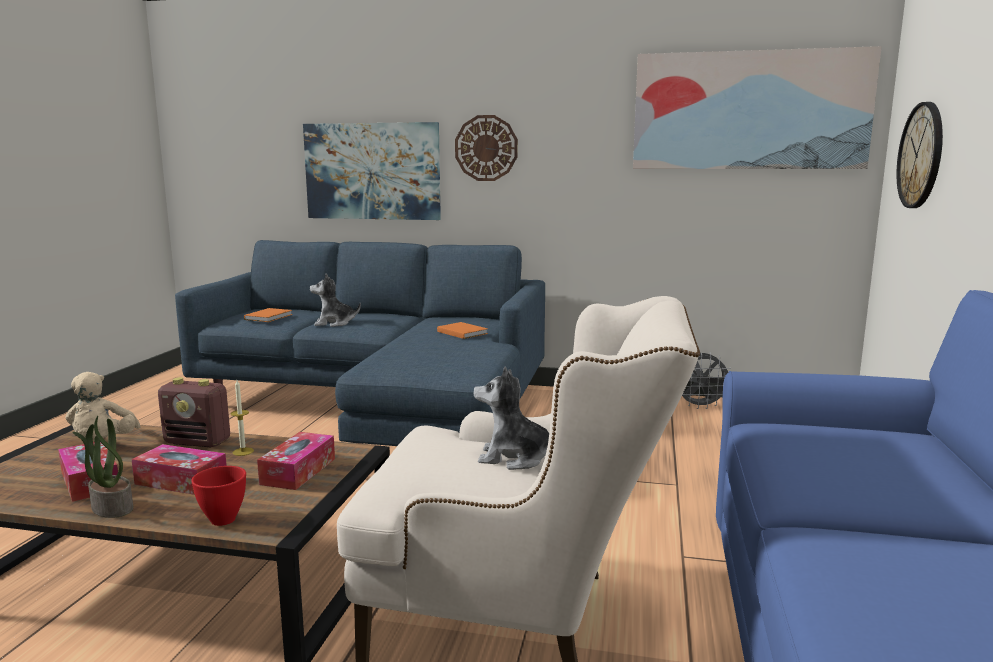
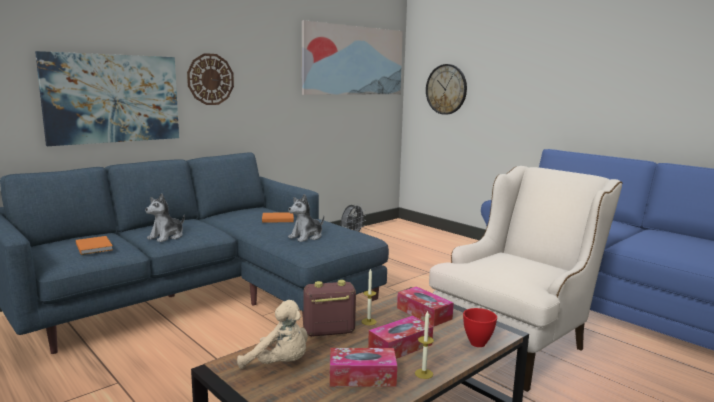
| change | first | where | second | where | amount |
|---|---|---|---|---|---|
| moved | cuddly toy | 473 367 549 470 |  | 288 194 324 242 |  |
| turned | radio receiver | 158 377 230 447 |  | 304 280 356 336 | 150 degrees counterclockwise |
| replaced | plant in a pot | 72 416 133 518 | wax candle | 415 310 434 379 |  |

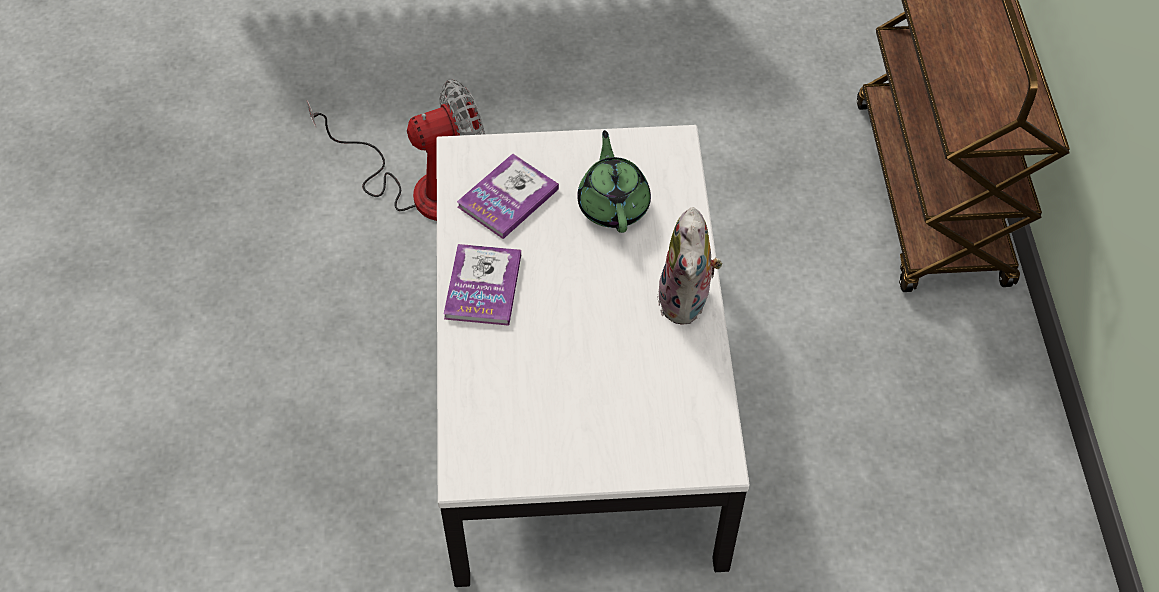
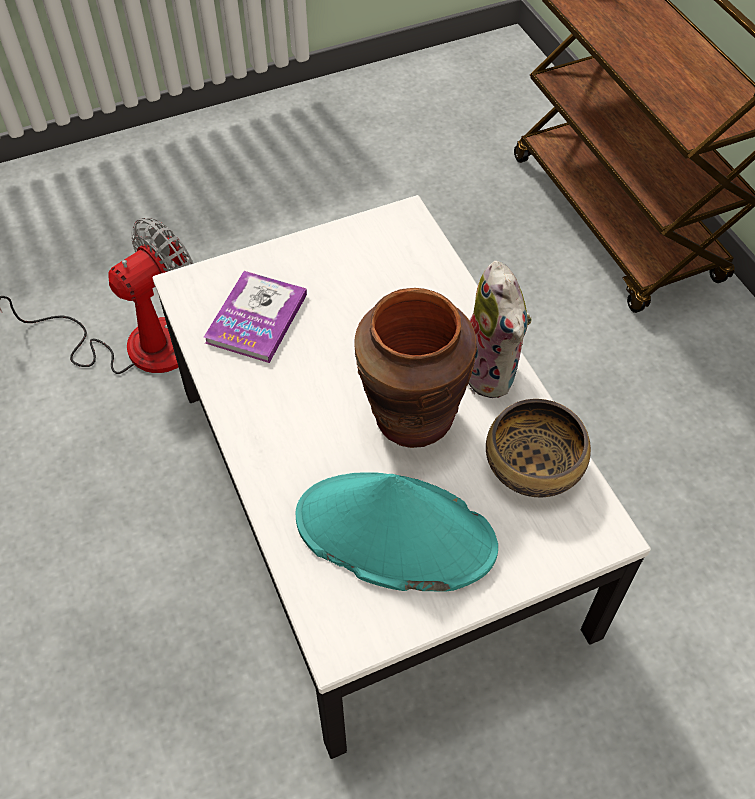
| change | first | where | second | where | amount |
|---|---|---|---|---|---|
| removed | green pot for tea | 577 130 651 233 |  |  |  |
| removed | bound book | 444 244 521 326 |  |  |  |
| added |  |  | brownish decorative vase | 355 288 477 448 |  |
| added |  |  | bowl | 486 399 591 497 |  |
| added |  |  | turquoise clothing hat | 296 472 498 592 |  |

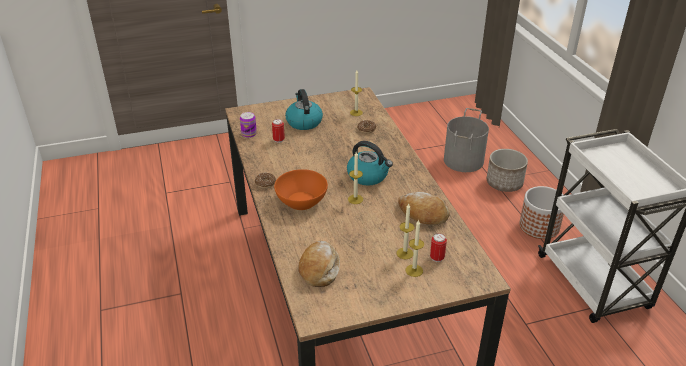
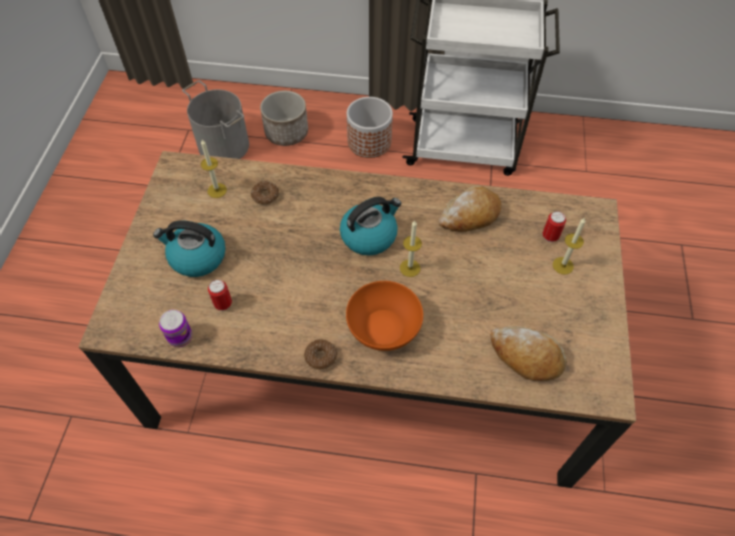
| change | first | where | second | where | amount |
|---|---|---|---|---|---|
| removed | wax candle | 397 204 414 259 |  |  |  |

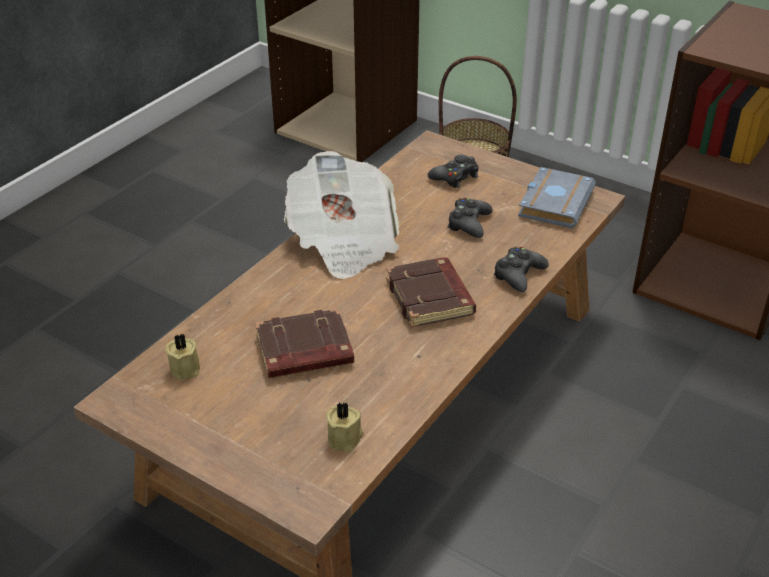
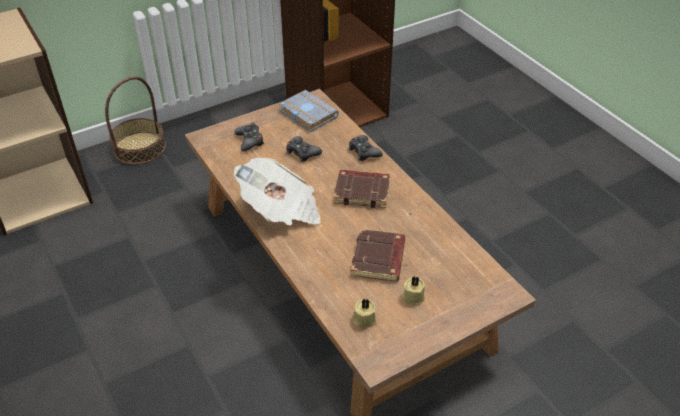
| change | first | where | second | where | amount |
|---|---|---|---|---|---|
| moved | beige-coloured wax candle | 326 401 364 452 |  | 402 276 425 306 |  |

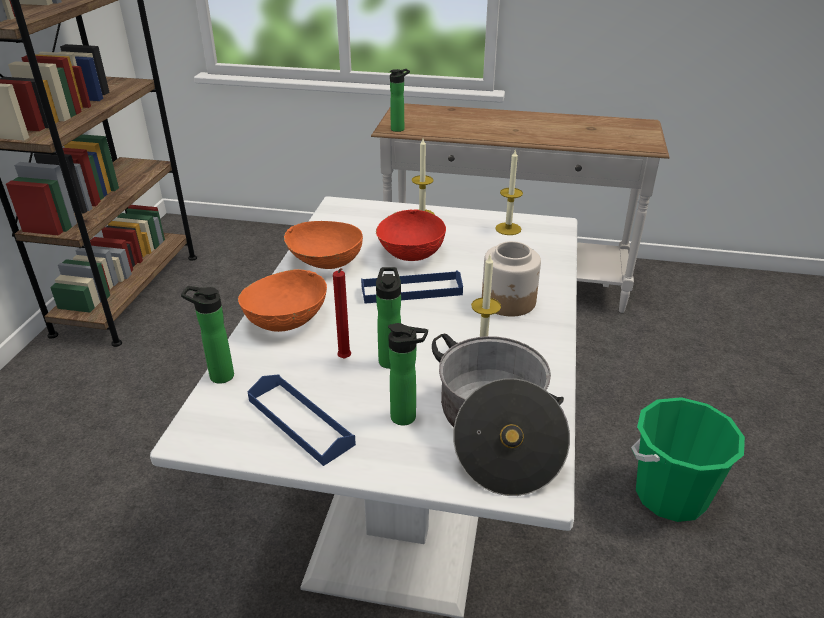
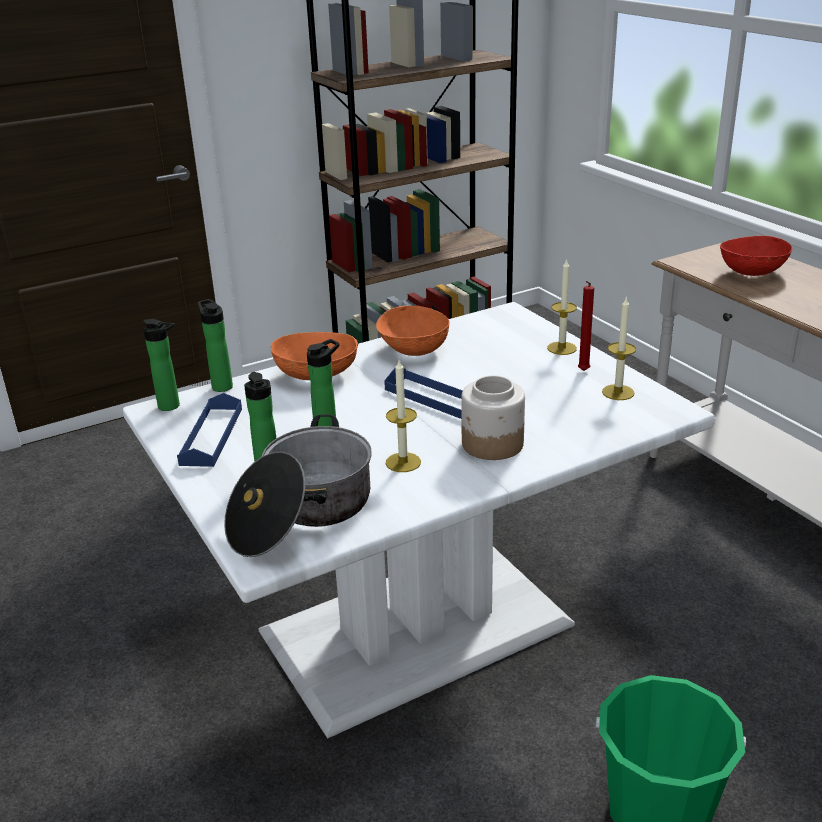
| change | first | where | second | where | amount |
|---|---|---|---|---|---|
| moved | drink bottle | 390 69 410 132 |  | 144 319 180 411 |  |
| moved | red-coloured bowl | 376 210 446 261 |  | 720 235 792 276 |  |
| moved | red-coloured wax candle | 333 268 351 359 |  | 578 281 594 371 |  |

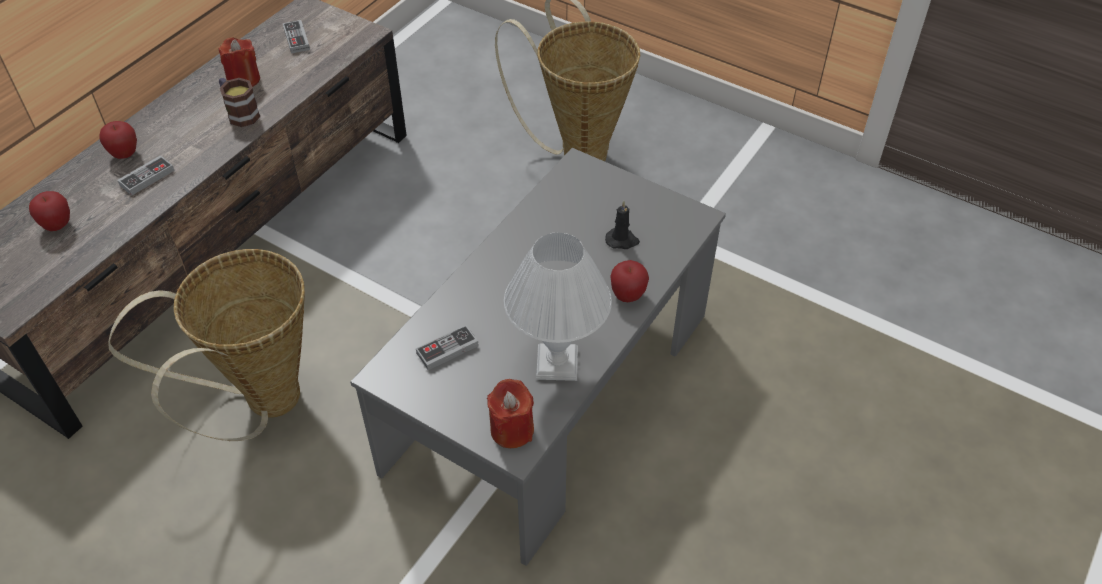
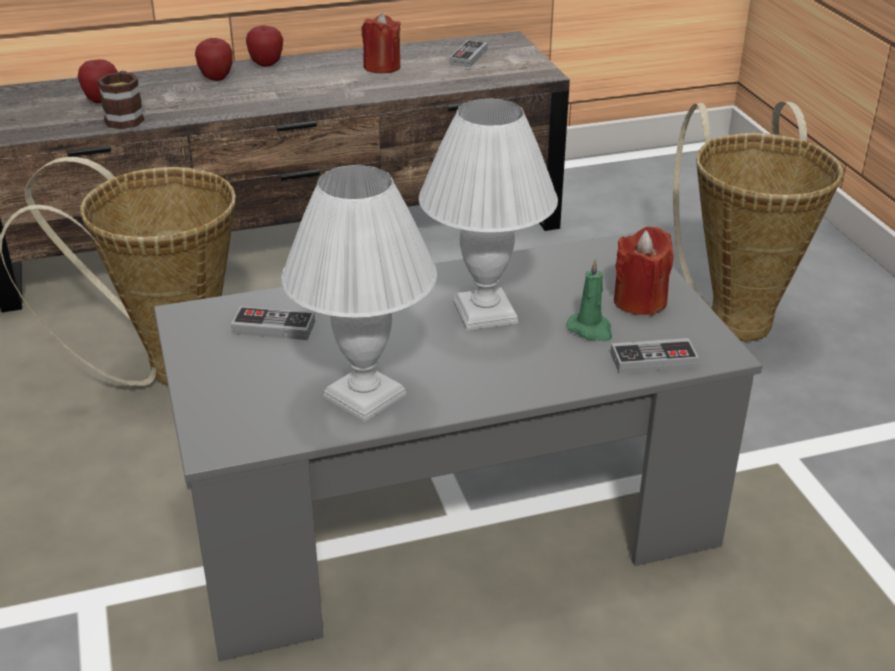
| change | first | where | second | where | amount |
|---|---|---|---|---|---|
| moved | tea mug | 219 78 260 127 |  | 97 71 144 129 |  |
| moved | game controller | 117 155 175 196 |  | 610 338 699 373 |  |
| recoloured | black-coloured wax candle | 605 201 640 249 | green wax candle | 566 258 612 341 |  |
| moved | apple | 610 260 649 302 |  | 246 26 283 66 |  |
| moved | red-coloured wax candle | 487 379 534 448 |  | 614 227 674 316 |  |
| added |  |  | white table lamp | 419 99 558 330 |  |

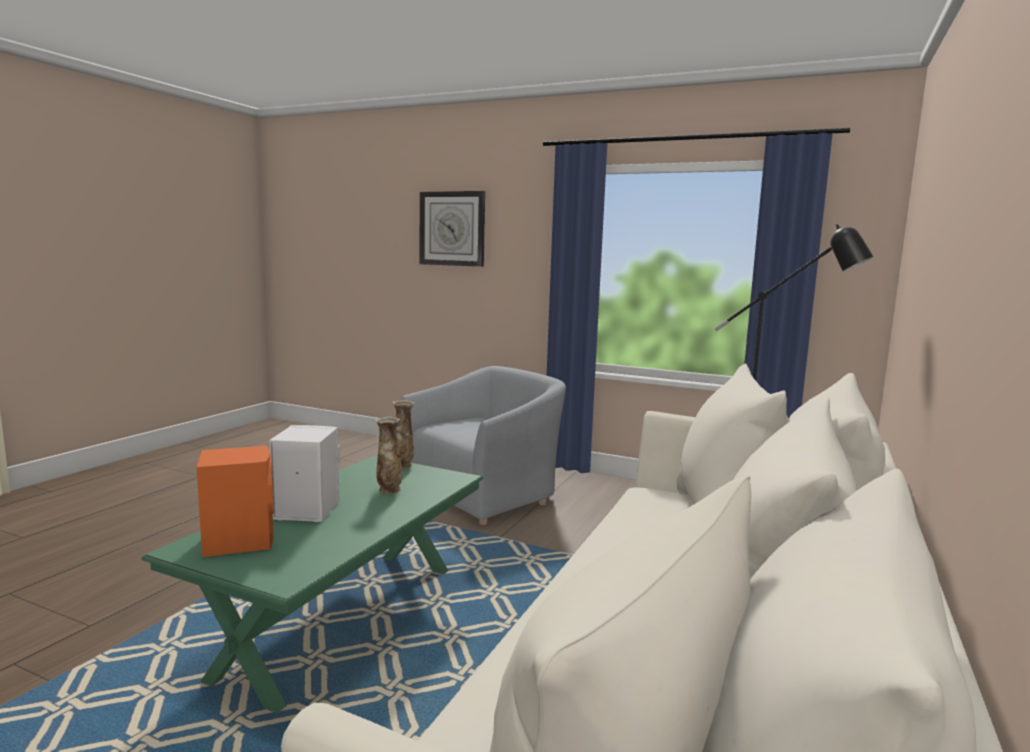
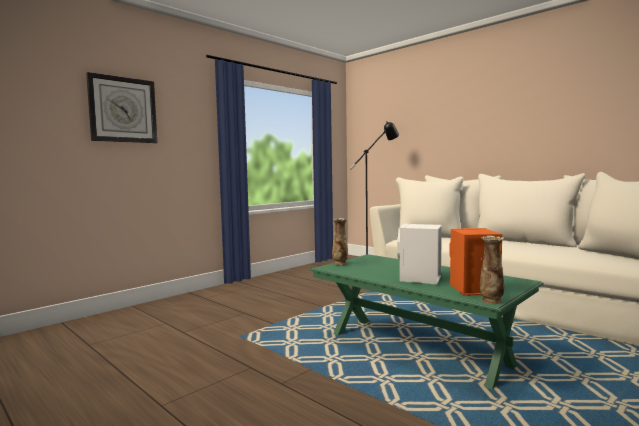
| change | first | where | second | where | amount |
|---|---|---|---|---|---|
| removed | grey easy chair | 402 366 566 525 |  |  |  |
| moved | decorative vase | 375 416 402 494 |  | 480 236 504 304 |  |

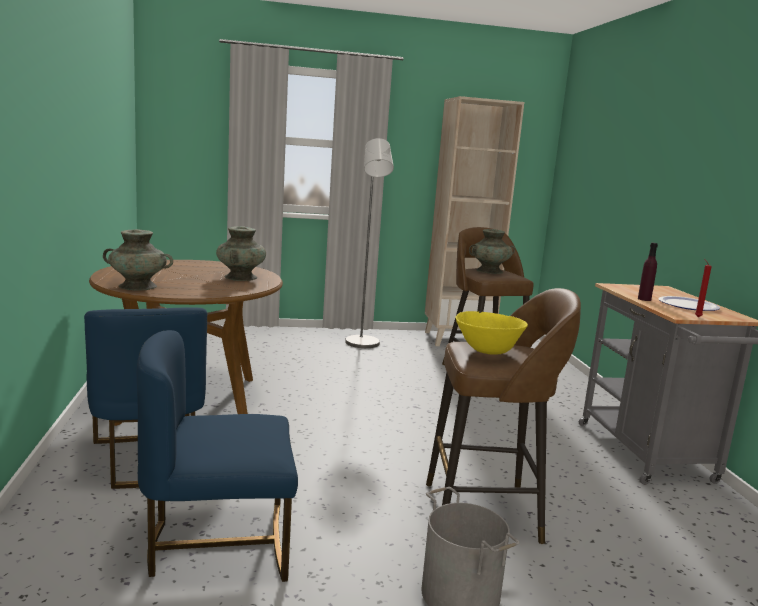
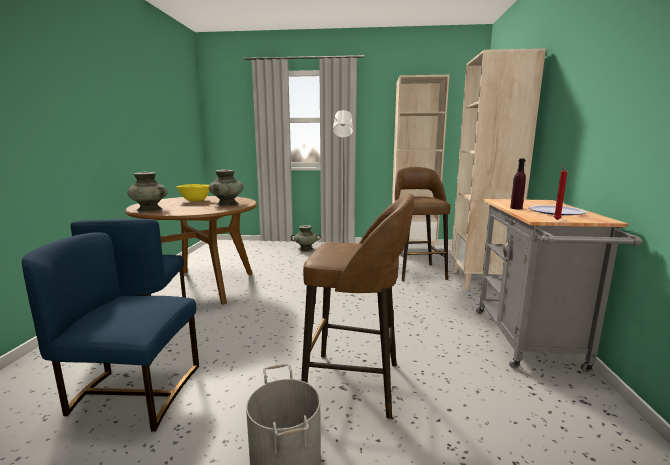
| change | first | where | second | where | amount |
|---|---|---|---|---|---|
| moved | turquoise decorative vase | 469 229 515 274 |  | 291 225 321 251 |  |
| moved | yellow bowl | 455 311 528 355 |  | 176 184 210 201 |  |
| added |  |  | beige-coloured bookcase | 451 48 546 290 |  |

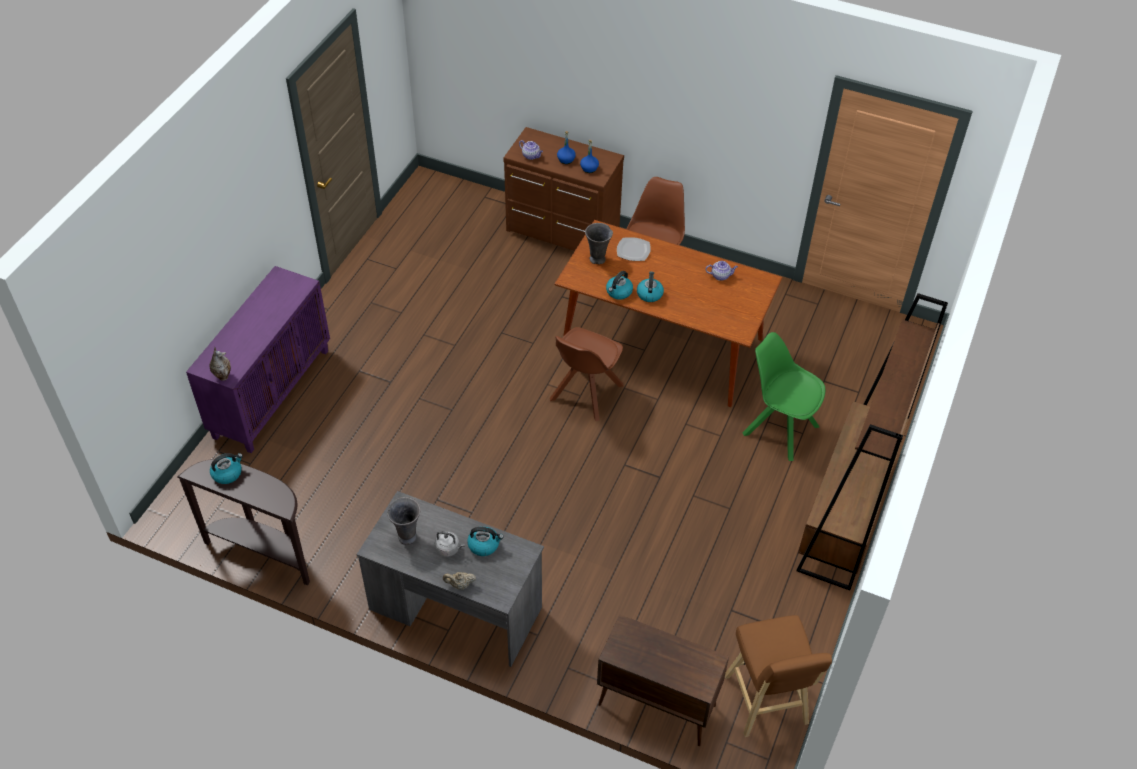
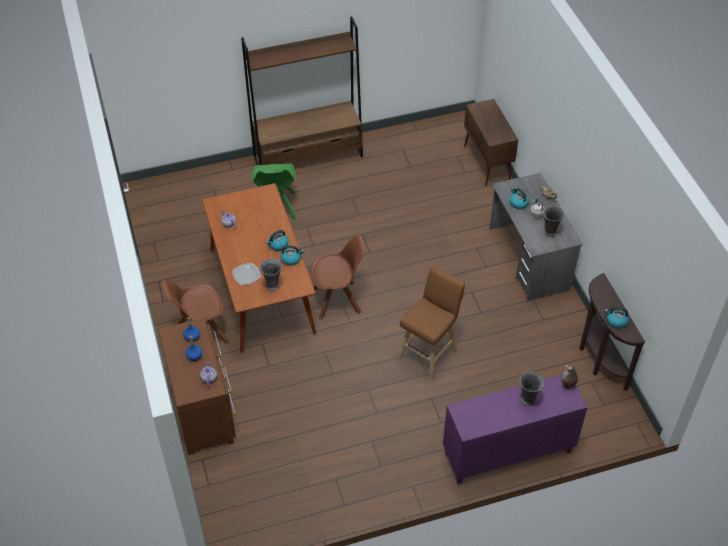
| change | first | where | second | where | amount |
|---|---|---|---|---|---|
| moved | brownish sitting stool | 725 615 832 737 |  | 397 266 465 380 |  |
| added |  |  | grey decorative vase | 520 372 545 406 |  |

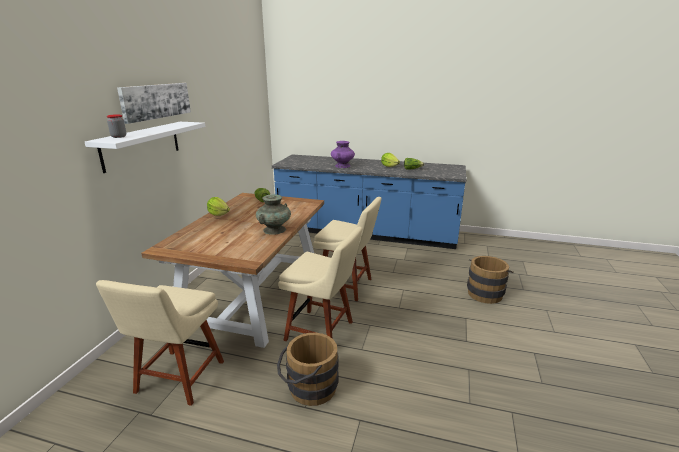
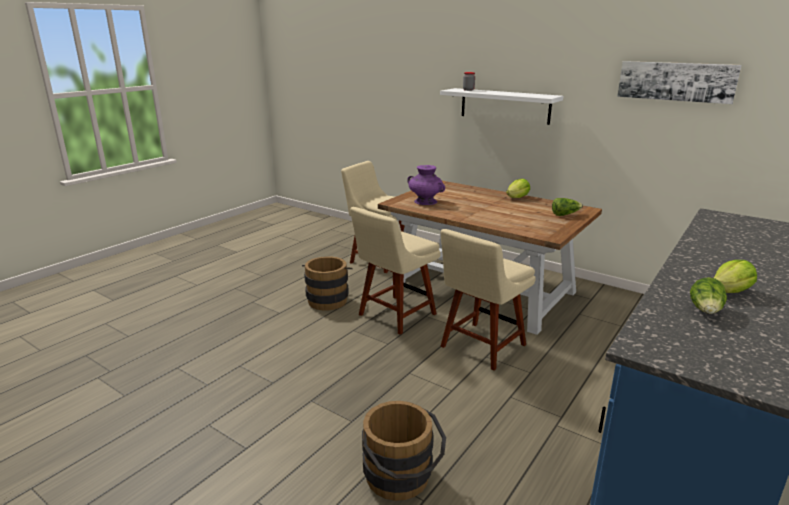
| change | first | where | second | where | amount |
|---|---|---|---|---|---|
| moved | wall art | 117 83 191 124 |  | 617 61 742 104 |  |
| moved | purple decorative vase | 331 141 355 168 |  | 407 165 445 205 |  |
| removed | turquoise decorative vase | 256 194 291 235 |  |  |  |

